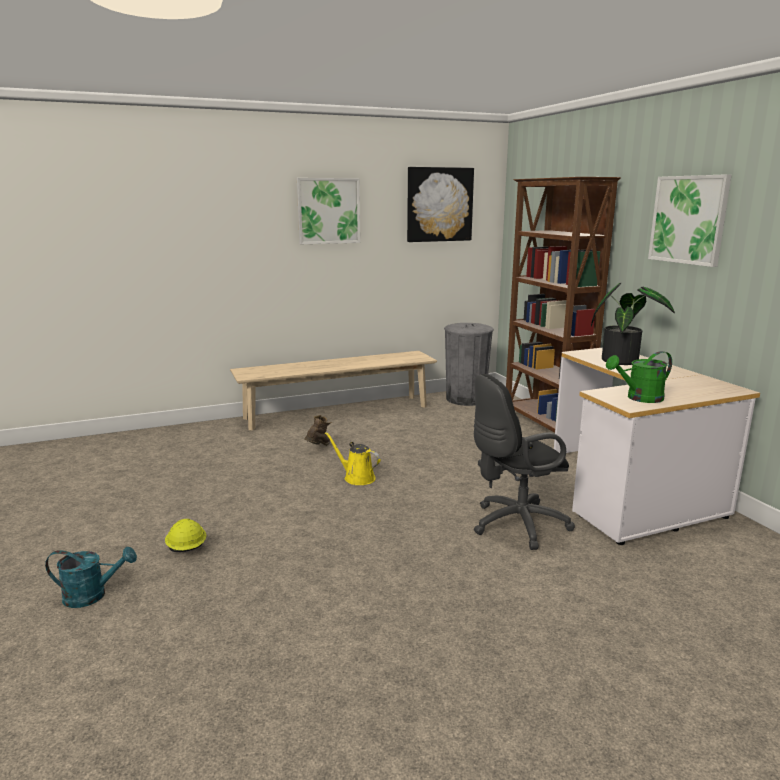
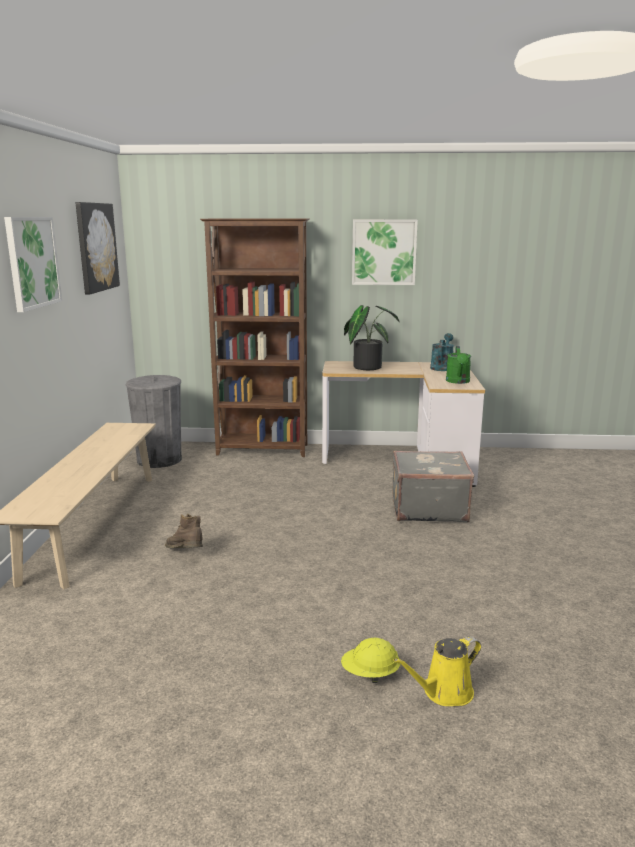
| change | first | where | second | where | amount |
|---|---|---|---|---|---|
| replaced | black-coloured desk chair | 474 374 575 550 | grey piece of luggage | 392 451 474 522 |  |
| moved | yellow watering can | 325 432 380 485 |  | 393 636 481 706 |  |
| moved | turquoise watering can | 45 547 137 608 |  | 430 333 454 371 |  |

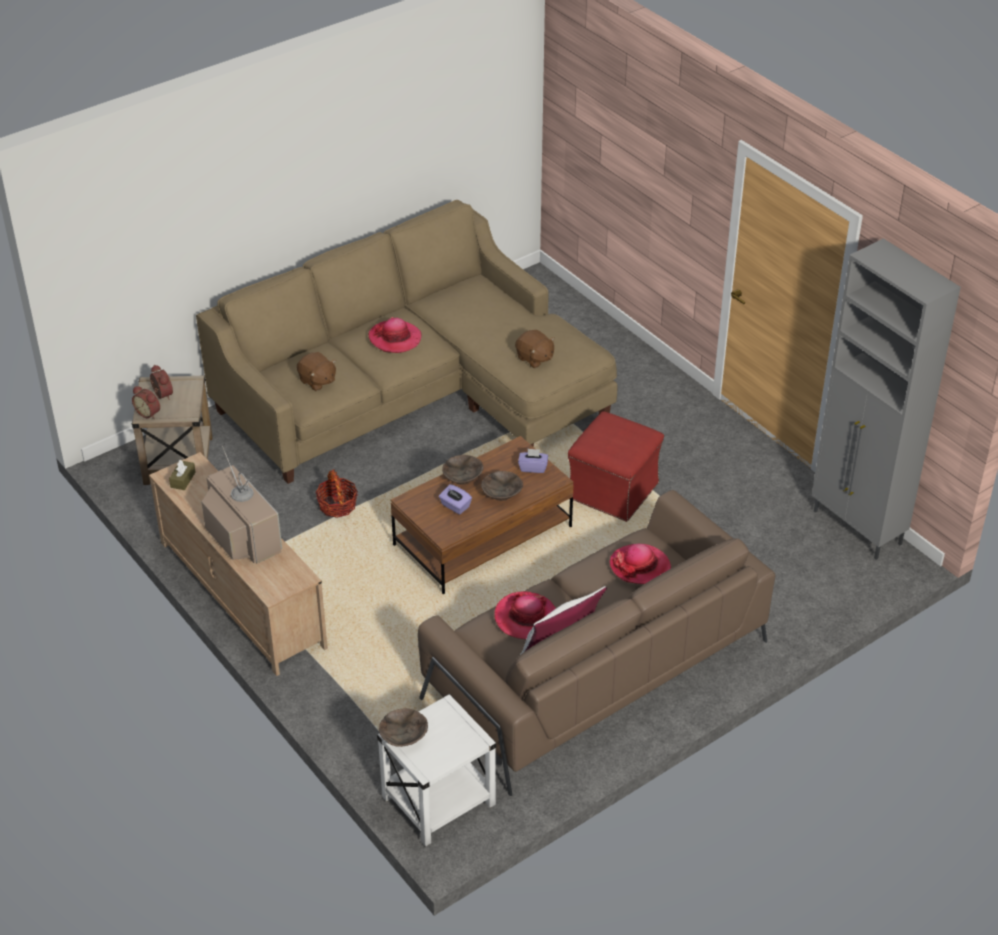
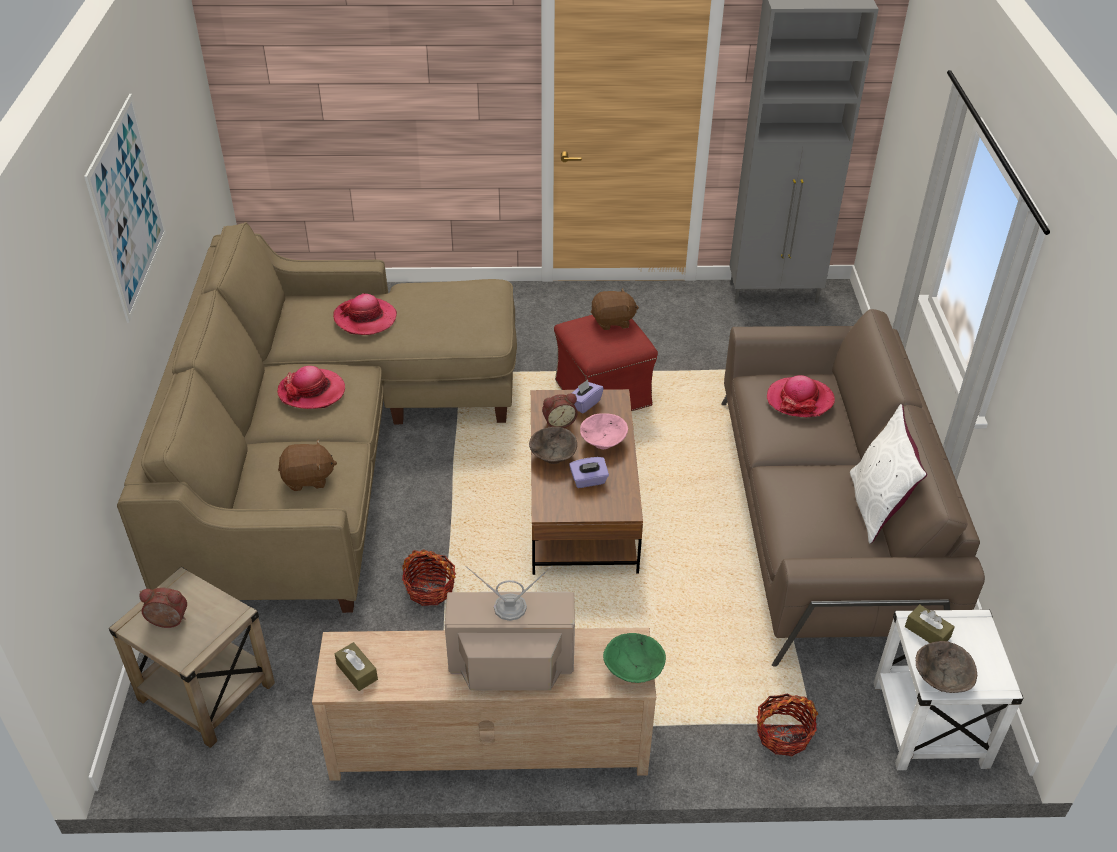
| change | first | where | second | where | amount |
|---|---|---|---|---|---|
| moved | brownish cuddly toy | 515 330 555 368 |  | 591 288 639 330 |  |
| moved | bedside clock | 132 386 160 419 |  | 542 393 577 428 |  |
| recoloured | brownish bowl | 481 471 523 501 | pink-coloured bowl | 580 413 628 449 |  |
| moved | clothing hat | 494 591 556 639 |  | 333 293 397 335 |  |
| added |  |  | wall art | 84 94 166 323 |  |
| added |  |  | brownish box of tissues | 905 604 955 643 |  |
| added |  |  | green bowl | 603 633 666 683 |  |
| added |  |  | storage basket | 757 694 818 756 |  |

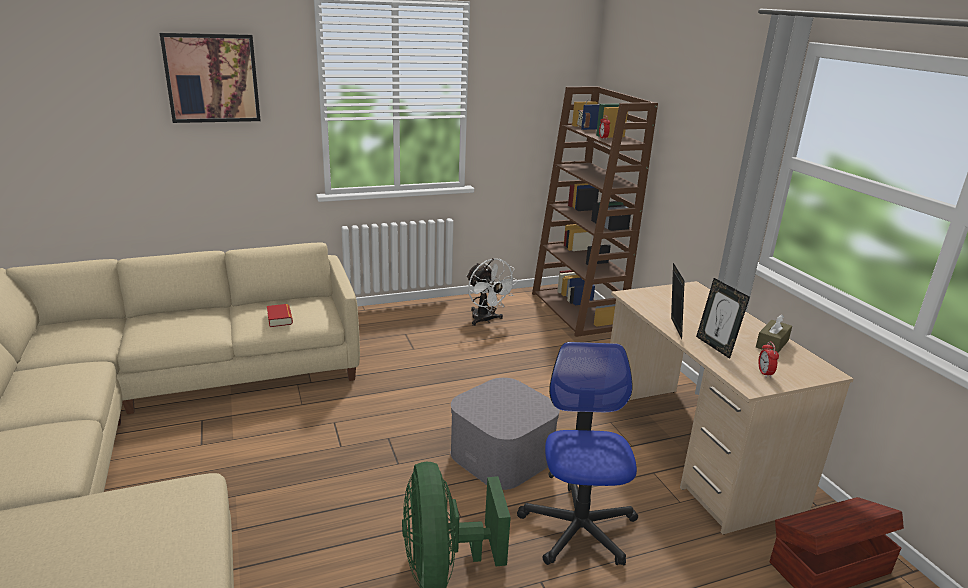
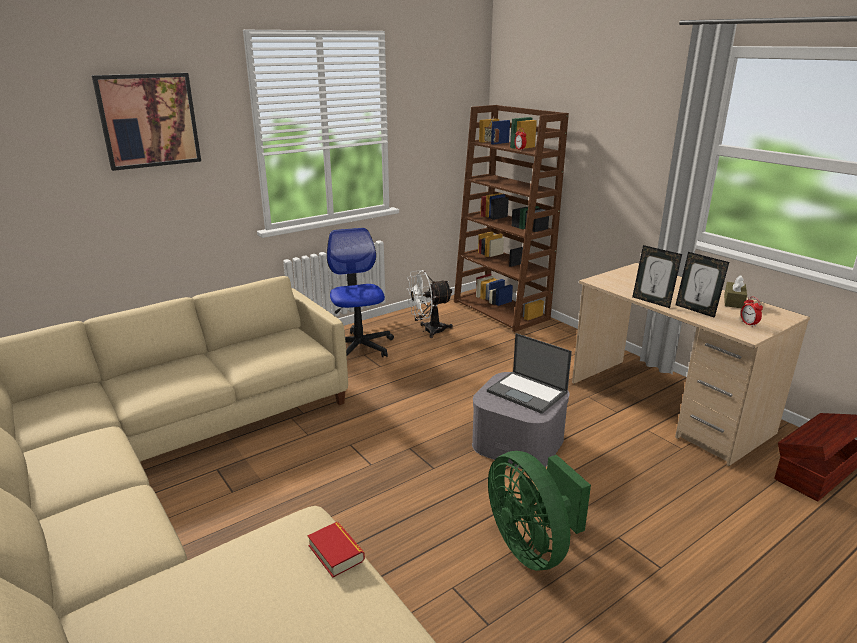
| change | first | where | second | where | amount |
|---|---|---|---|---|---|
| turned | white fan | 466 258 518 326 |  | 407 270 453 338 | 120 degrees clockwise |
| turned | standing frame | 671 263 685 339 |  | 632 245 682 308 | 150 degrees clockwise |
| moved | bound book | 267 304 293 327 |  | 308 522 365 578 |  |
| moved | desk chair | 517 342 638 565 |  | 327 228 394 357 |  |
| added |  |  | laptop | 487 333 572 414 |  |

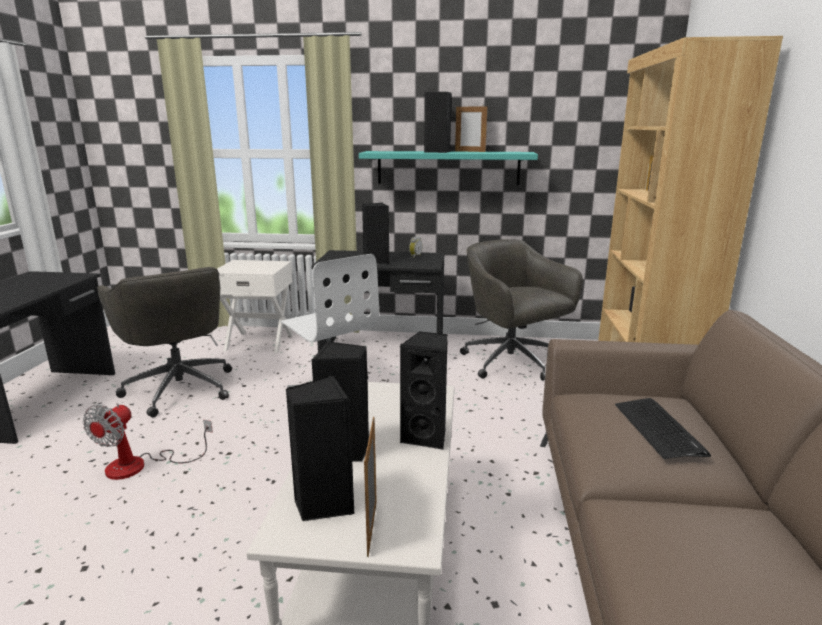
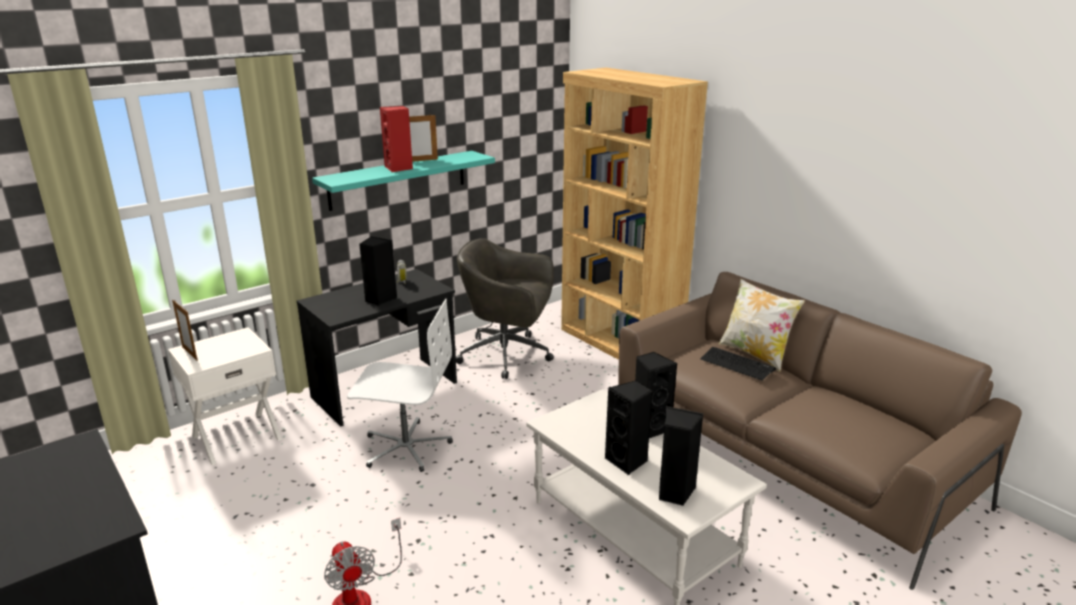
| change | first | where | second | where | amount |
|---|---|---|---|---|---|
| recoloured | black-coloured speaker | 424 92 452 153 | red-coloured speaker | 380 106 413 172 |  |
| removed | grey desk chair | 97 267 232 417 |  |  |  |
| moved | standing frame | 364 417 377 557 |  | 172 299 198 361 |  |
| added |  |  | throw pillow | 719 278 805 372 |  |

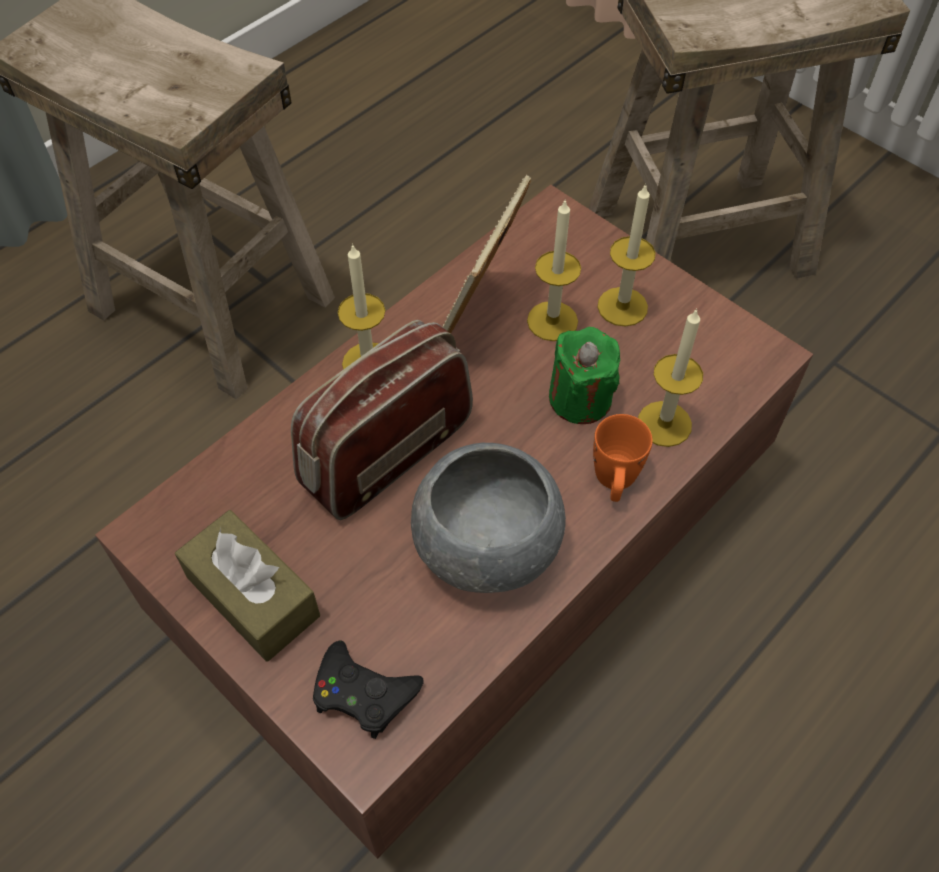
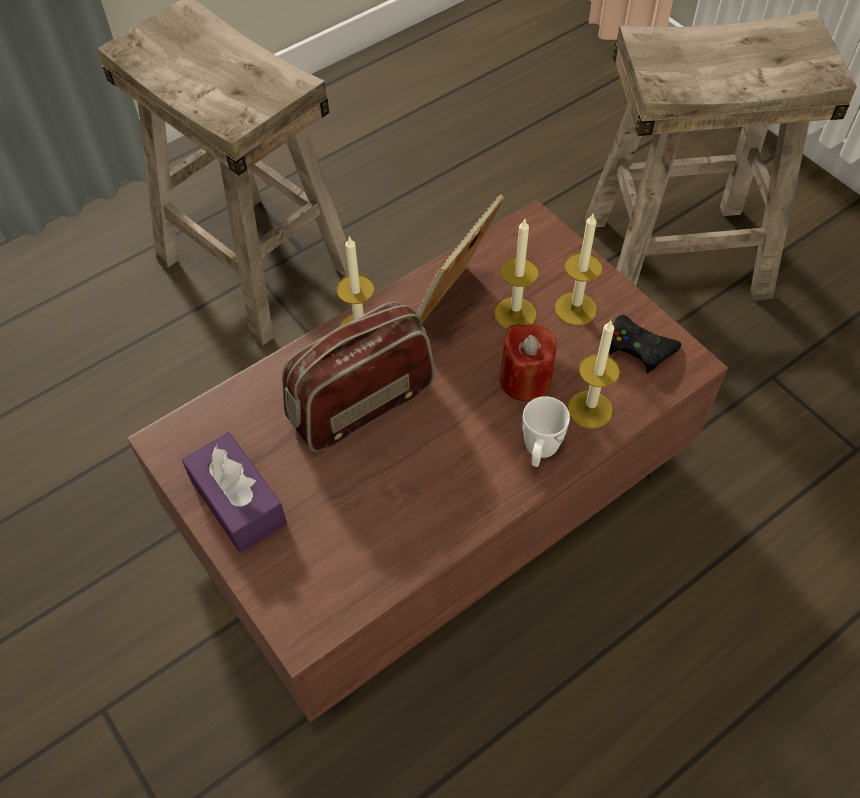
| change | first | where | second | where | amount |
|---|---|---|---|---|---|
| recoloured | green wax candle | 549 327 620 424 | red-coloured wax candle | 500 323 556 402 |  |
| recoloured | orangey tea mug | 593 414 653 502 | white tea mug | 523 396 570 467 |  |
| removed | grey bowl | 411 443 566 593 |  |  |  |
| recoloured | brownish box of tissues | 175 510 320 662 | purple box of tissues | 182 432 287 553 |  |
| moved | black-coloured game controller | 313 640 424 739 |  | 609 315 682 373 |  |

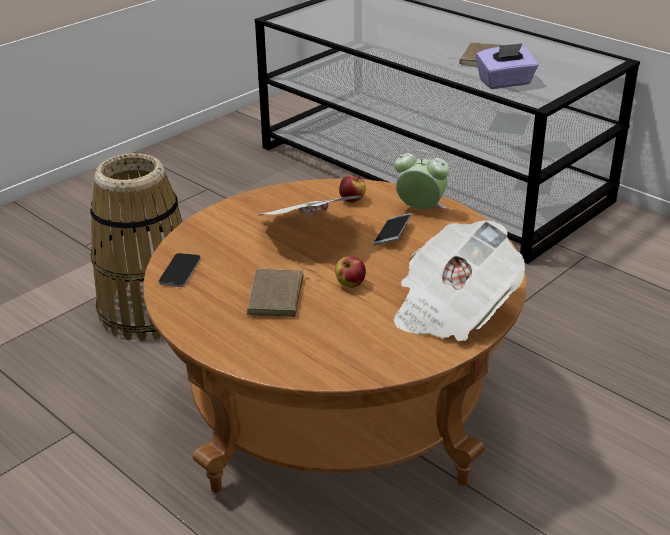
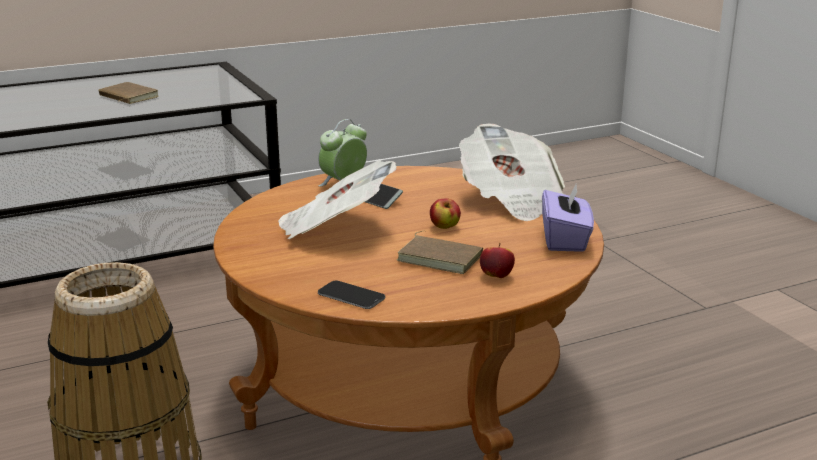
| change | first | where | second | where | amount |
|---|---|---|---|---|---|
| moved | purple box of tissues | 476 43 538 89 |  | 542 182 594 252 |  |
| moved | apple | 339 175 366 203 |  | 480 243 515 278 |  |

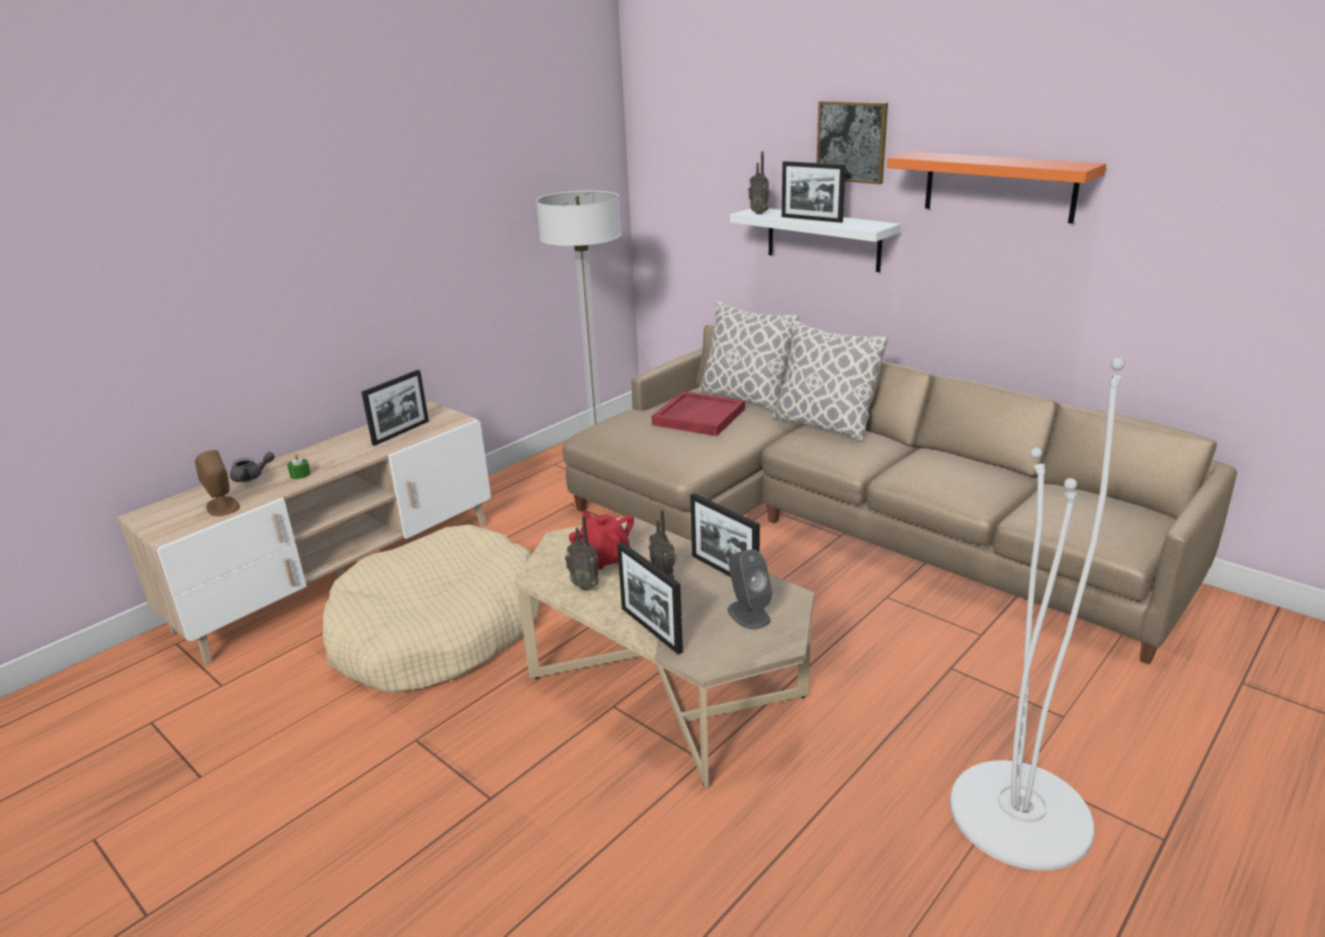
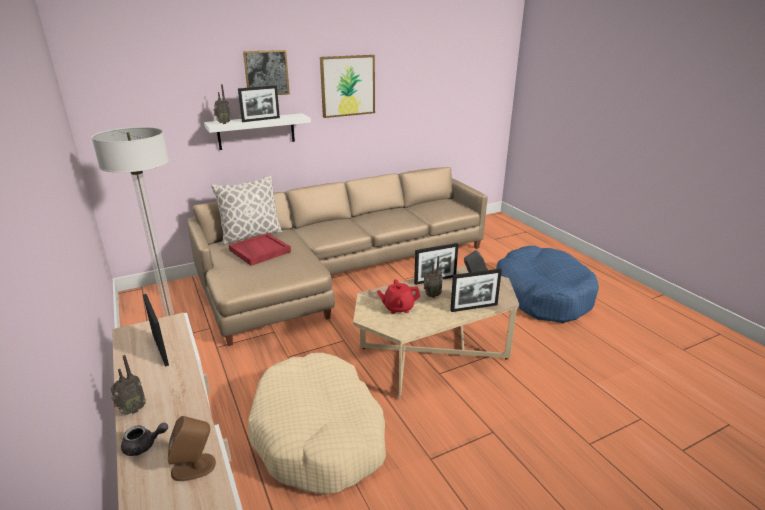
| change | first | where | second | where | amount |
|---|---|---|---|---|---|
| replaced | orangey shelf | 887 151 1106 224 | wall art | 320 55 375 118 |  |
| removed | throw pillow | 772 320 888 442 |  |  |  |
| replaced | white standing lamp | 950 358 1125 871 | blue pet bed | 496 246 599 323 |  |
| turned | grey pot for tea | 230 452 275 482 |  | 121 423 168 456 | 75 degrees clockwise |
| removed | green wax candle | 288 454 311 479 |  |  |  |
| moved | radio receiver | 565 515 599 591 |  | 111 355 146 415 |  |

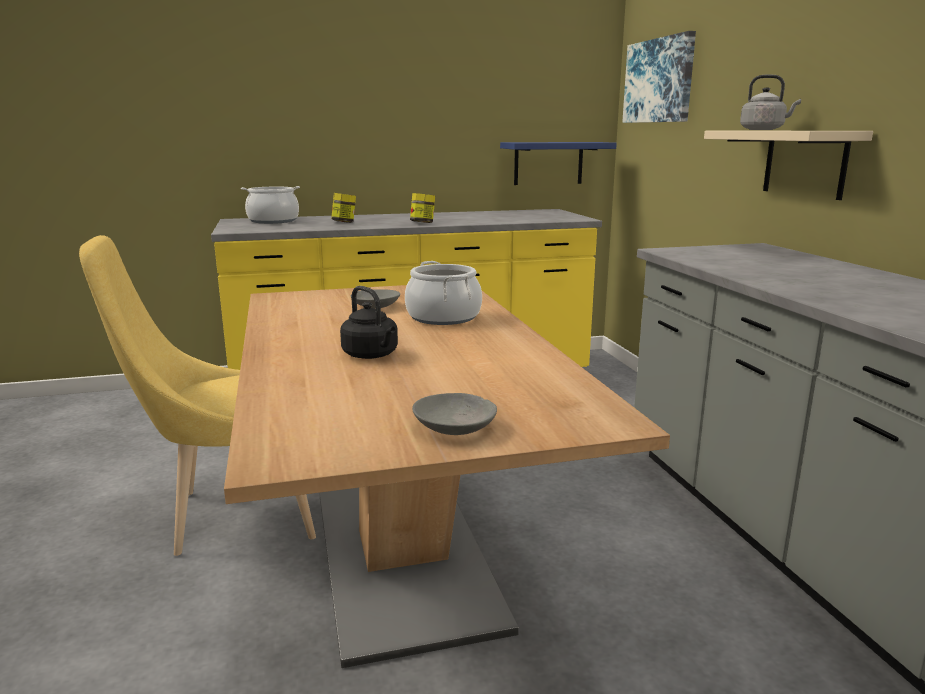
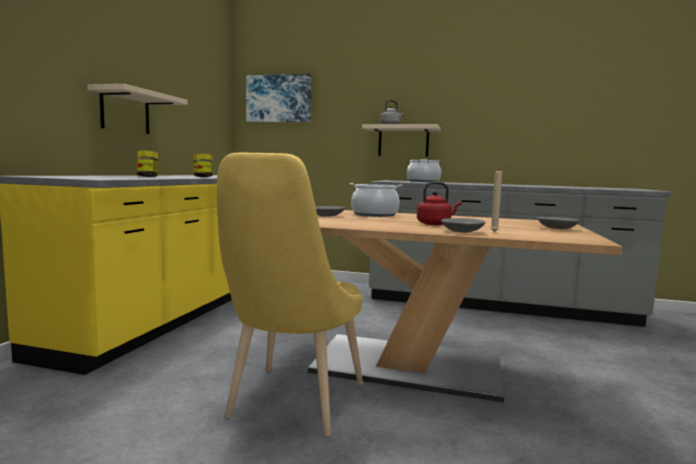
| change | first | where | second | where | amount |
|---|---|---|---|---|---|
| removed | blue shelf | 500 142 617 185 |  |  |  |
| moved | saucepot | 241 186 300 224 |  | 407 159 441 182 |  |
| recoloured | black-coloured tea kettle | 340 286 398 359 | red-coloured tea kettle | 417 182 461 225 |  |
| added |  |  | beige-coloured shelf | 87 84 188 134 |  |
| added |  |  | beige-coloured wax candle | 491 165 505 232 |  |
| added |  |  | grey bowl | 441 218 486 233 |  |

